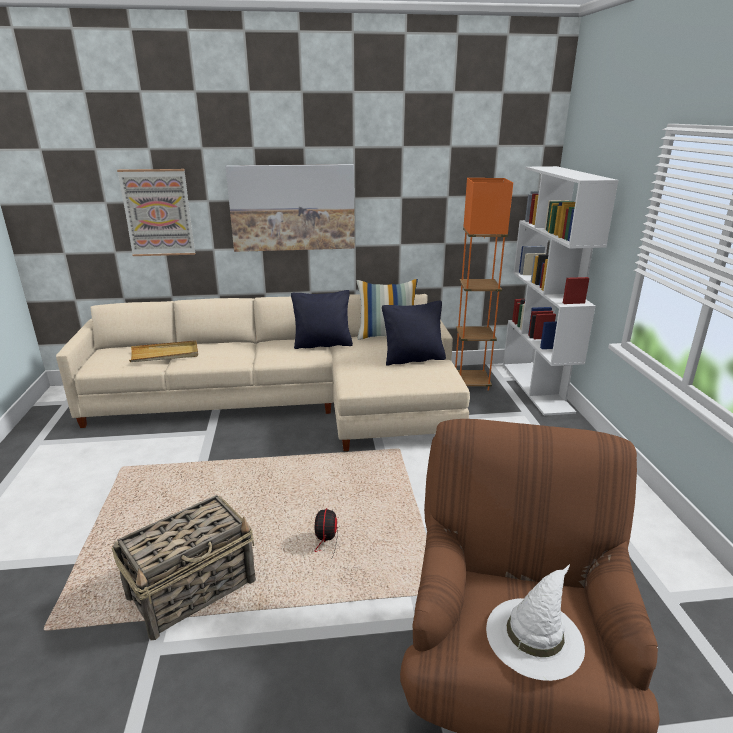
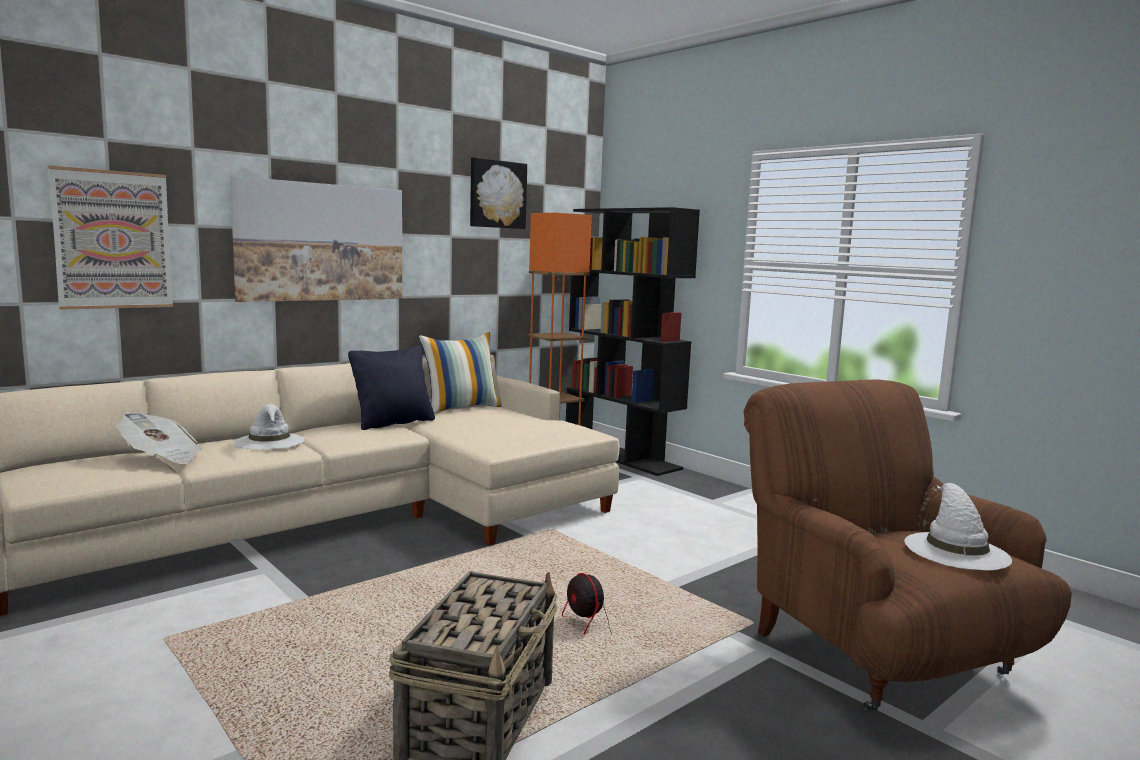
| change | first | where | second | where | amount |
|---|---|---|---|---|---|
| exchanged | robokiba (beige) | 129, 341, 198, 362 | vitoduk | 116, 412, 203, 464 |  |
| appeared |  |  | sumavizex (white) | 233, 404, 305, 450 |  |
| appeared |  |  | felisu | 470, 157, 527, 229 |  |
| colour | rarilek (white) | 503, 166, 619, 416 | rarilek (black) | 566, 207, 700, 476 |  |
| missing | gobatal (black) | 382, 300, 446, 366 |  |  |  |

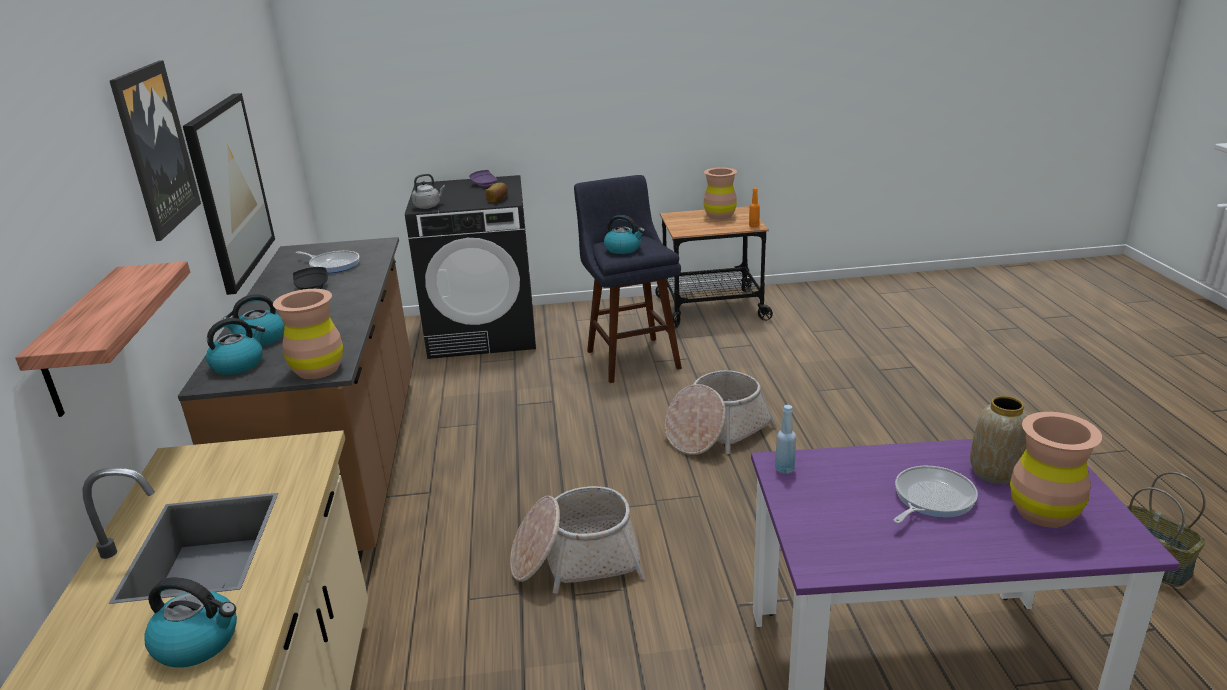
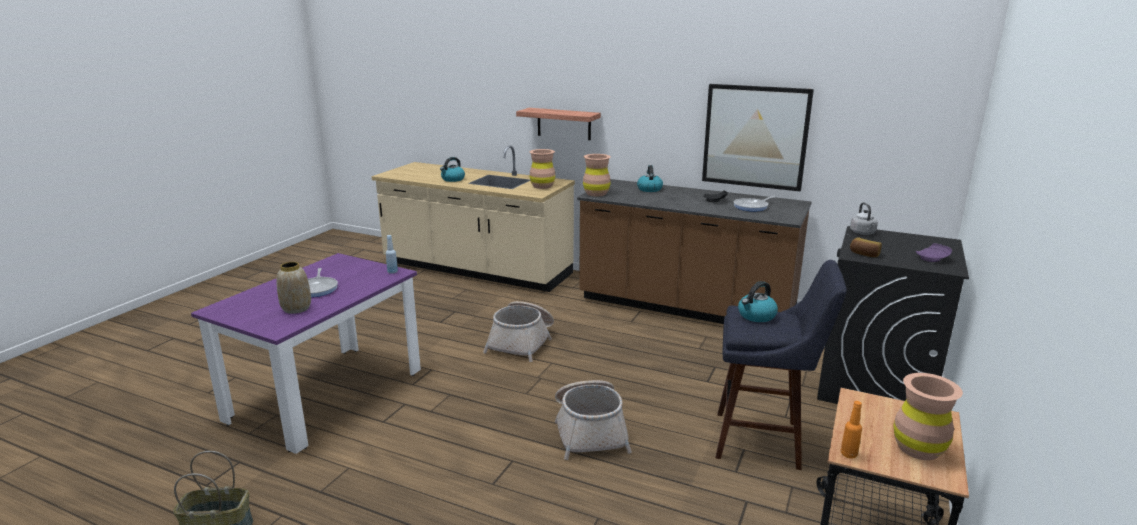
| change | first | where | second | where | amount |
|---|---|---|---|---|---|
| relocated | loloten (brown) | 1010, 412, 1102, 528 |  | 529, 149, 555, 189 |  |
| missing | felisu | 110, 60, 201, 241 |  |  |  |
| missing | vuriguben | 206, 318, 265, 375 |  |  |  |

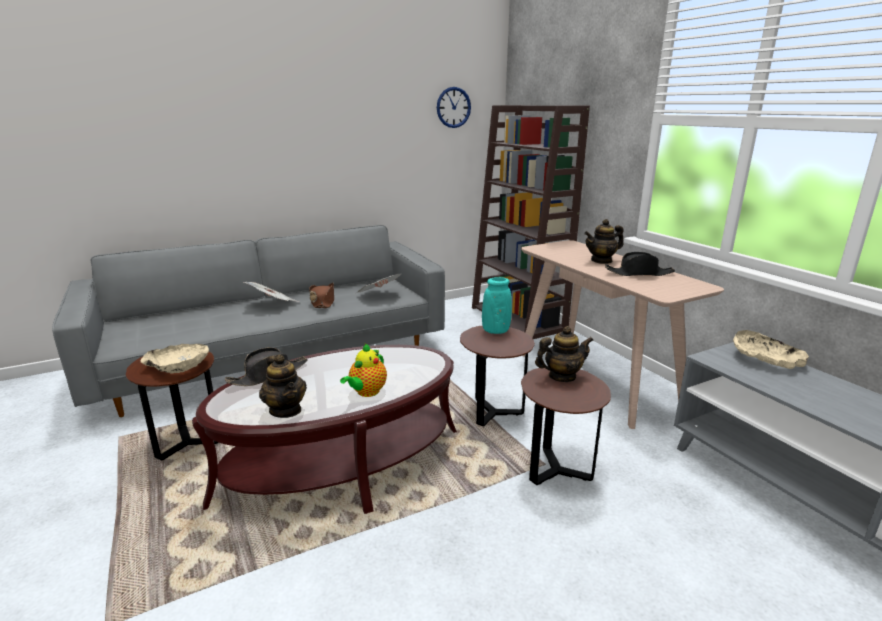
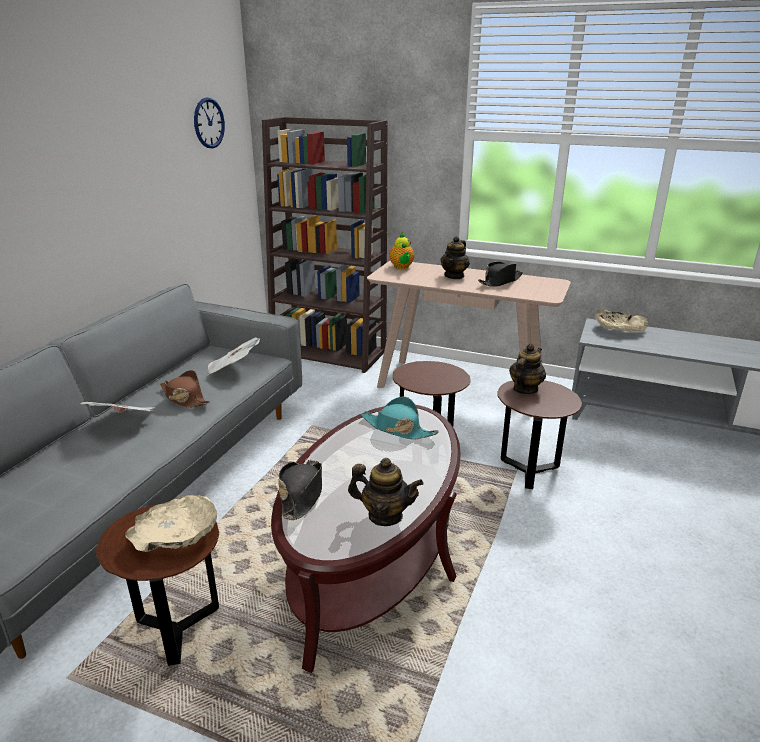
| change | first | where | second | where | amount |
|---|---|---|---|---|---|
| appeared |  |  | sumavizex (turquoise) | 361, 396, 439, 440 |  |
| relocated | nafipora | 340, 344, 387, 397 |  | 389, 232, 414, 269 |  |
| missing | loloten (turquoise) | 482, 277, 512, 334 |  |  |  |

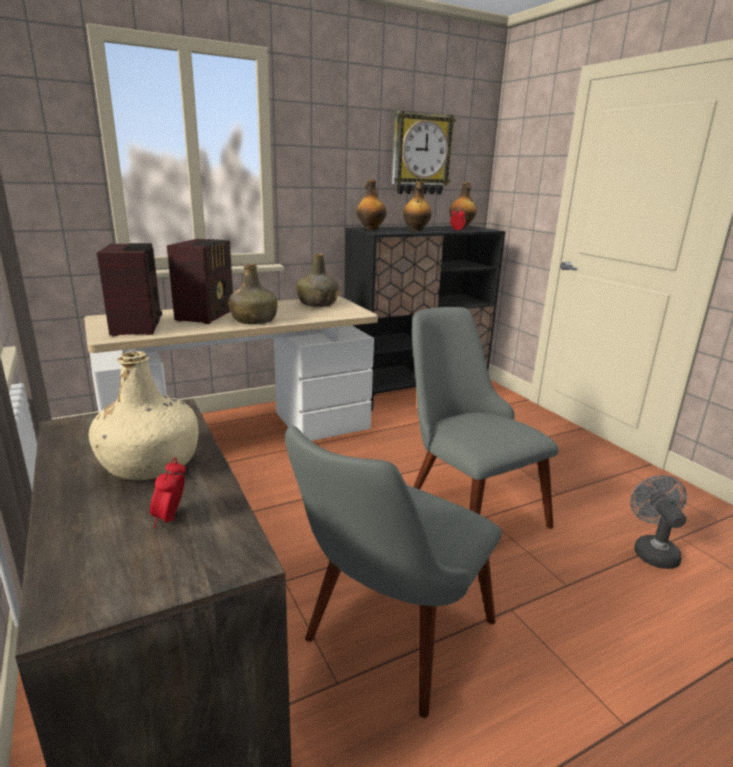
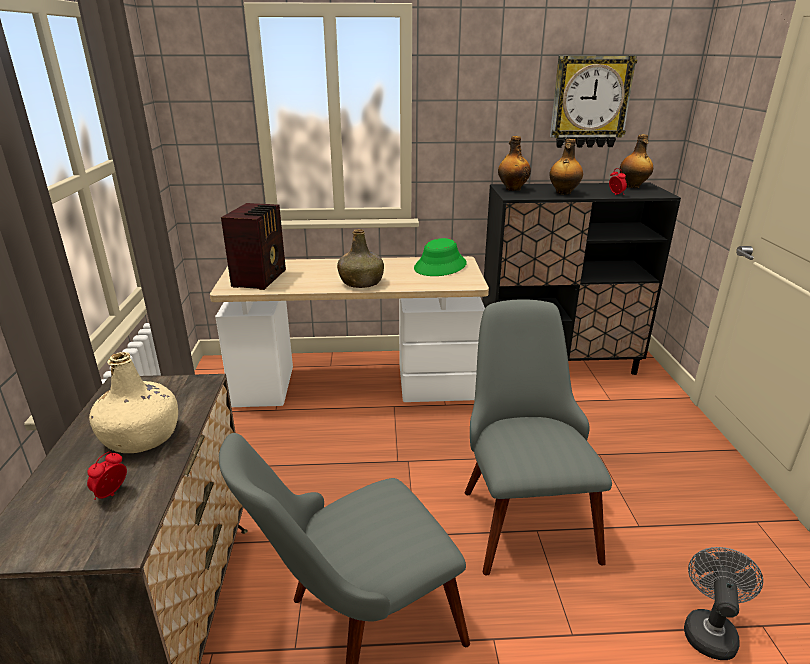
| change | first | where | second | where | amount |
|---|---|---|---|---|---|
| exchanged | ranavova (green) | 297, 254, 339, 307 | sumavizex (green) | 414, 238, 467, 276 |  |
| missing | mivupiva | 167, 239, 233, 324 |  |  |  |

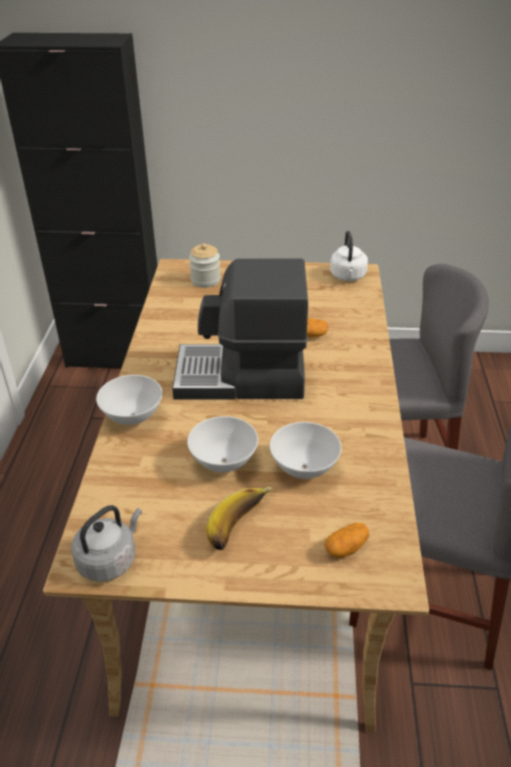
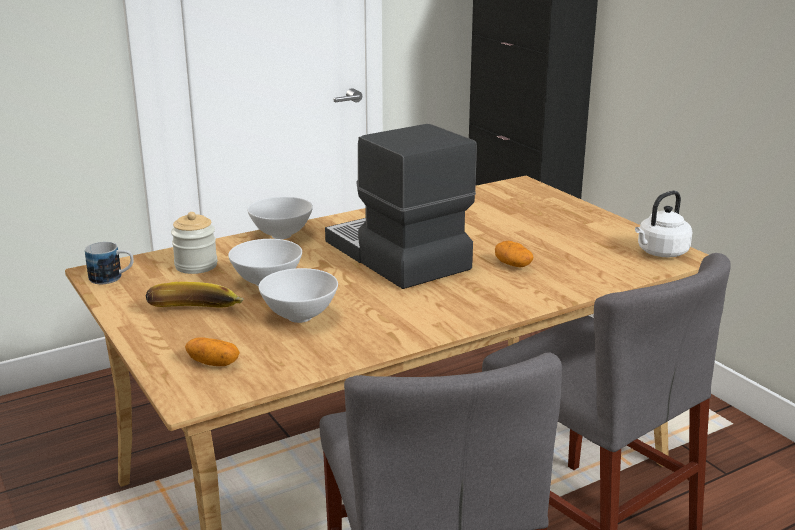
| change | first | where | second | where | amount |
|---|---|---|---|---|---|
| exchanged | vuriguben (grey) | 71, 505, 142, 582 | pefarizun | 85, 242, 134, 284 |  |
| relocated | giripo | 189, 243, 221, 288 |  | 171, 212, 217, 274 |  |

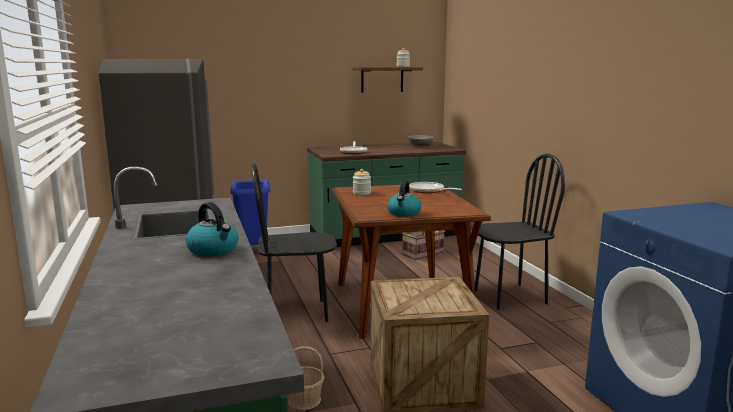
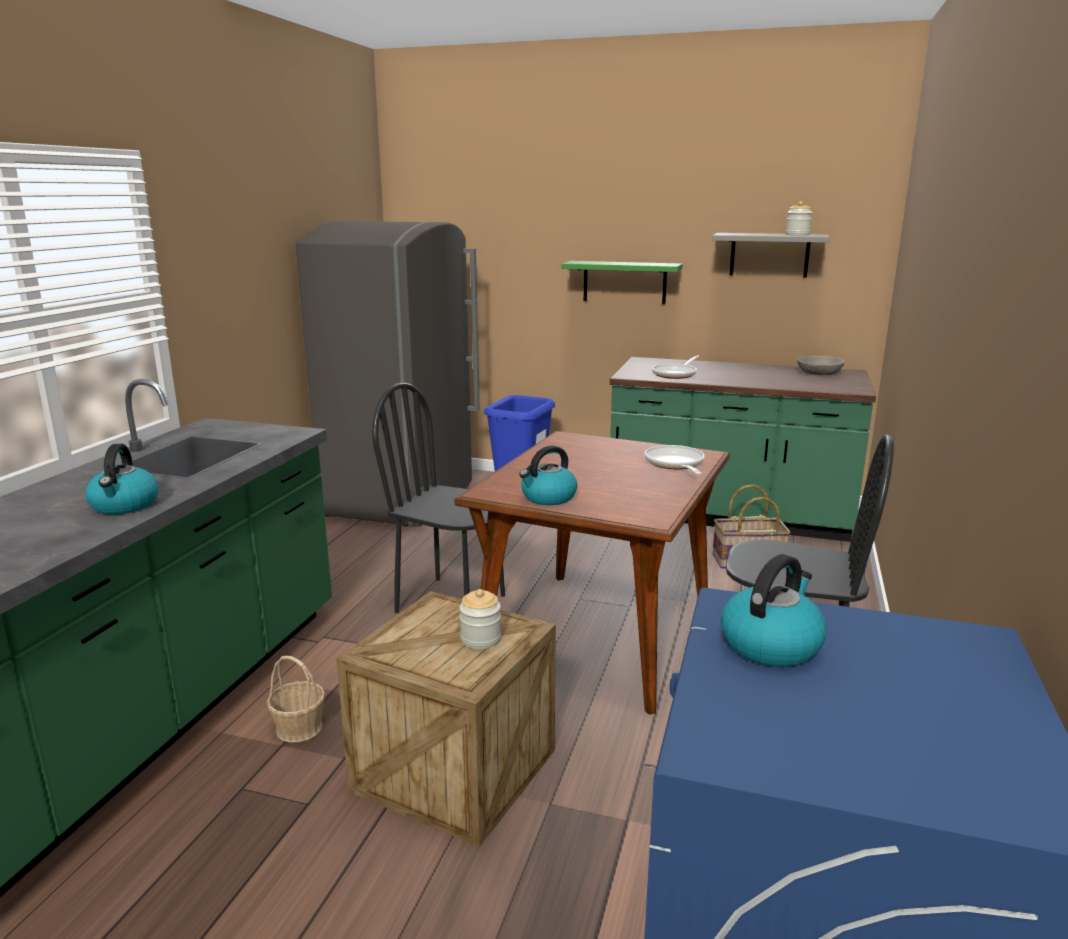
| change | first | where | second | where | amount |
|---|---|---|---|---|---|
| relocated | giripo | 353, 169, 371, 195 |  | 459, 589, 501, 649 |  |
| appeared |  |  | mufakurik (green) | 561, 261, 683, 304 |  |
| colour | mufakurik (brown) | 352, 67, 423, 92 | mufakurik (grey) | 712, 233, 830, 278 |  |
| appeared |  |  | vuriguben | 721, 554, 827, 667 |  |

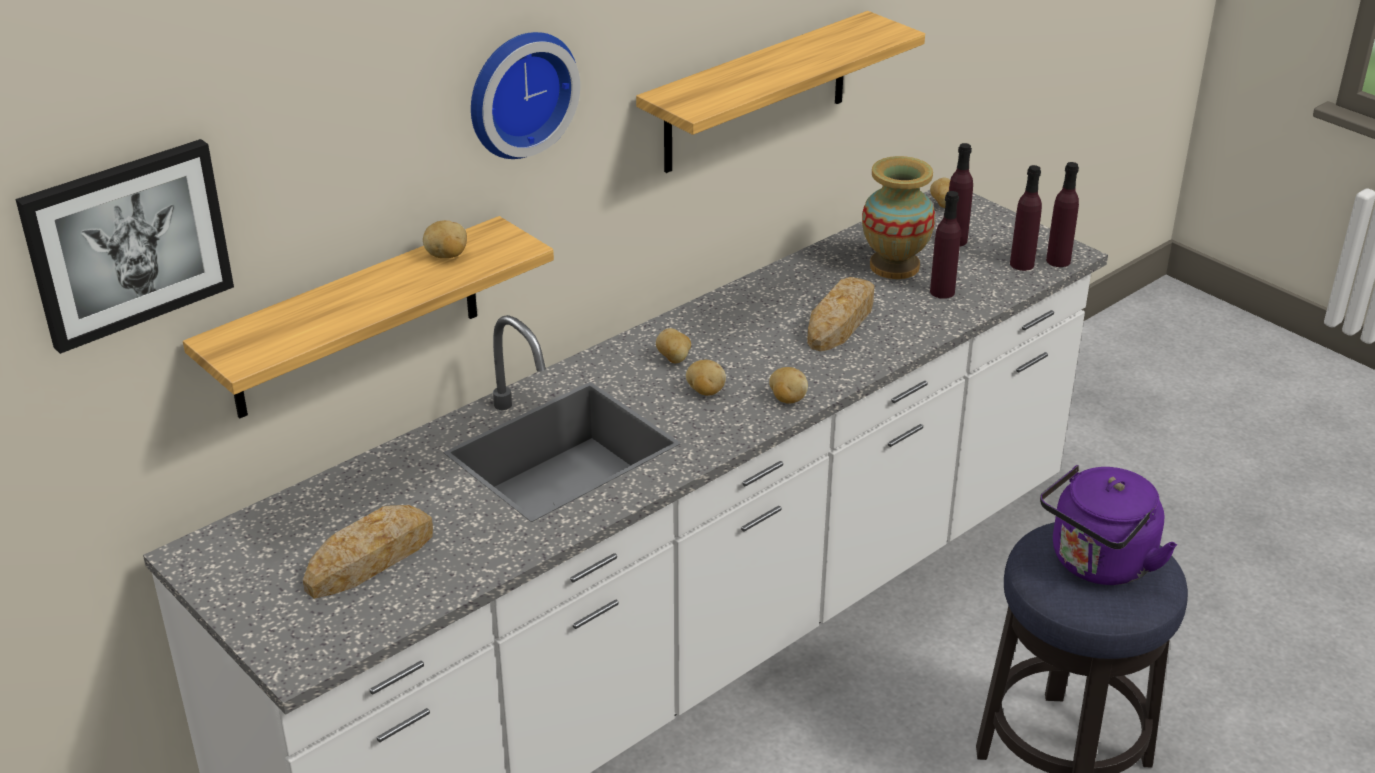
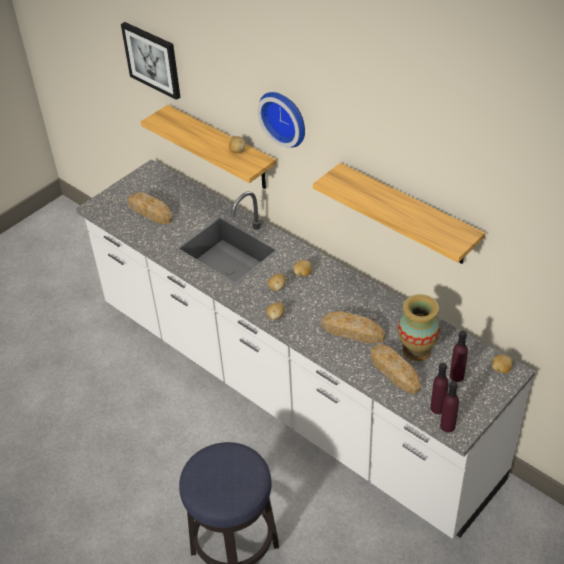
| change | first | where | second | where | amount |
|---|---|---|---|---|---|
| exchanged | ranavova (purple) | 930, 191, 961, 299 | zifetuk | 370, 344, 421, 394 |  |
| missing | vuriguben (purple) | 1040, 465, 1177, 585 |  |  |  |

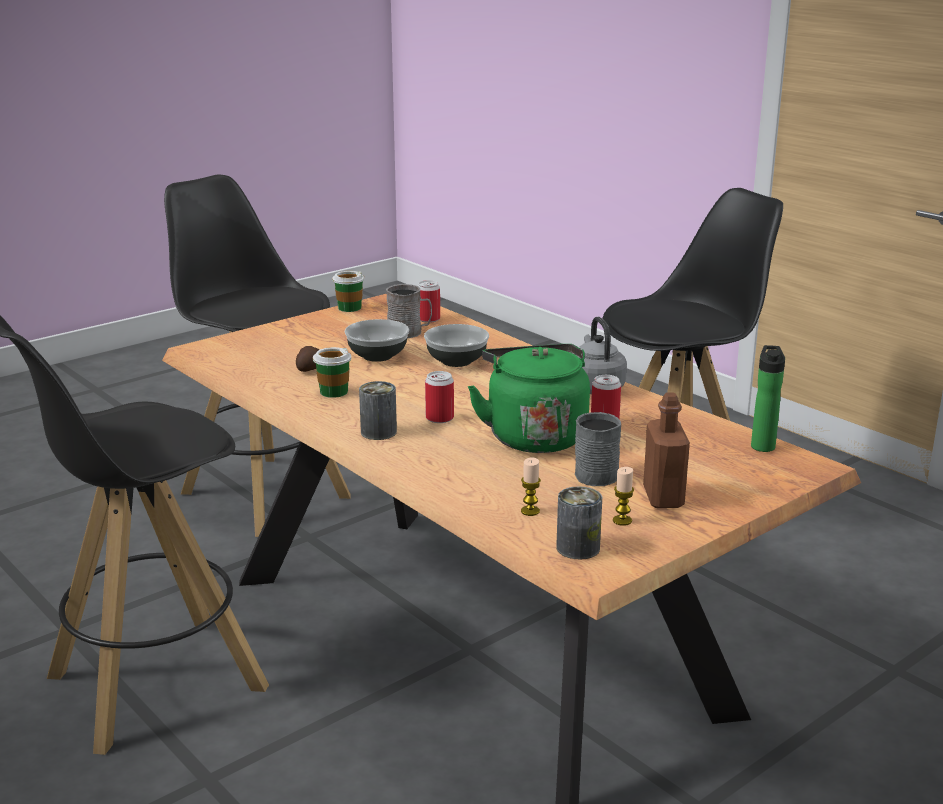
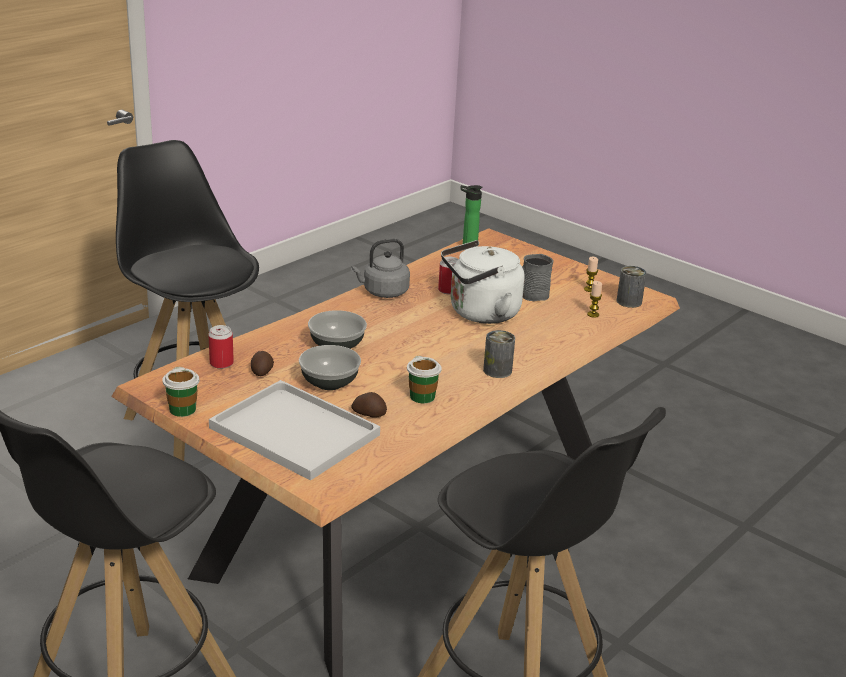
| change | first | where | second | where | amount |
|---|---|---|---|---|---|
| appeared |  |  | robokiba (white) | 209, 380, 380, 481 |  |
| exchanged | pefarizun (grey) | 386, 284, 432, 338 | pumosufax | 251, 351, 274, 376 |  |
| colour | vuriguben (green) | 468, 344, 590, 453 | vuriguben (white) | 441, 240, 525, 324 |  |
| missing | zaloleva | 425, 371, 454, 423 |  |  |  |
| missing | ranavova (brown) | 643, 392, 690, 508 |  |  |  |

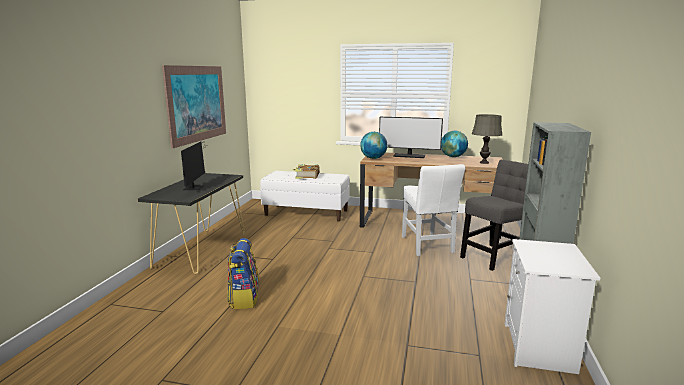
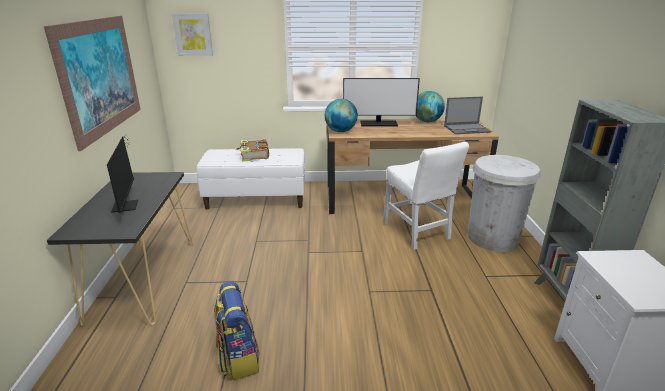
| change | first | where | second | where | amount |
|---|---|---|---|---|---|
| appeared |  |  | felisu | 172, 13, 213, 56 |  |
| exchanged | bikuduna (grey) | 472, 114, 502, 164 | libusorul | 444, 97, 491, 134 |  |
| exchanged | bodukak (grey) | 460, 160, 528, 271 | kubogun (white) | 468, 155, 541, 252 |  |

